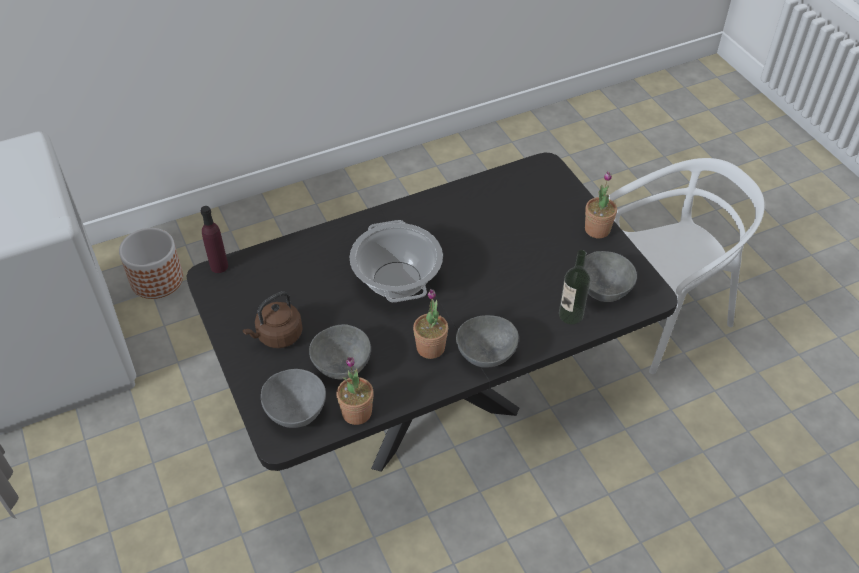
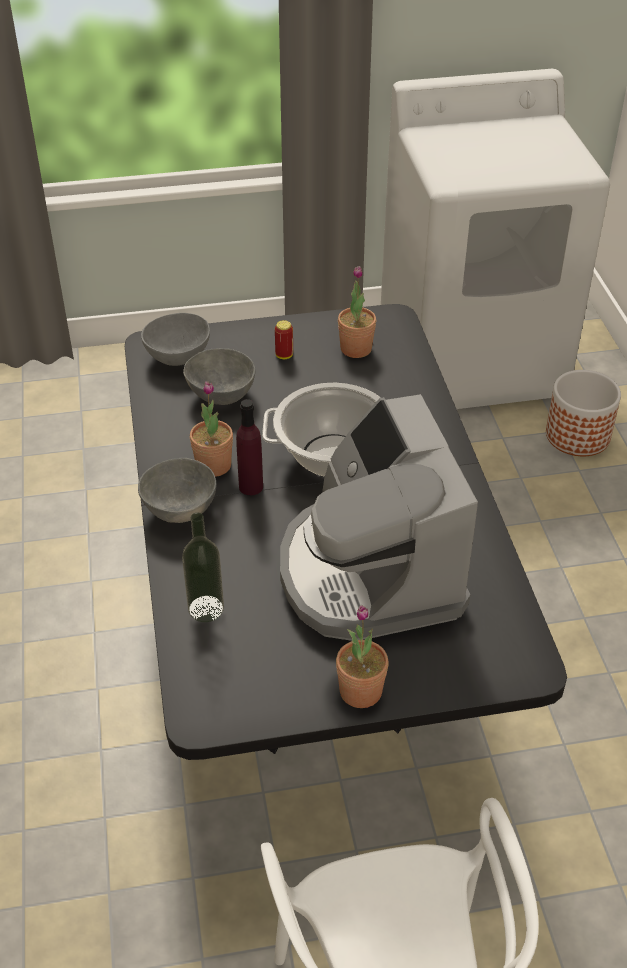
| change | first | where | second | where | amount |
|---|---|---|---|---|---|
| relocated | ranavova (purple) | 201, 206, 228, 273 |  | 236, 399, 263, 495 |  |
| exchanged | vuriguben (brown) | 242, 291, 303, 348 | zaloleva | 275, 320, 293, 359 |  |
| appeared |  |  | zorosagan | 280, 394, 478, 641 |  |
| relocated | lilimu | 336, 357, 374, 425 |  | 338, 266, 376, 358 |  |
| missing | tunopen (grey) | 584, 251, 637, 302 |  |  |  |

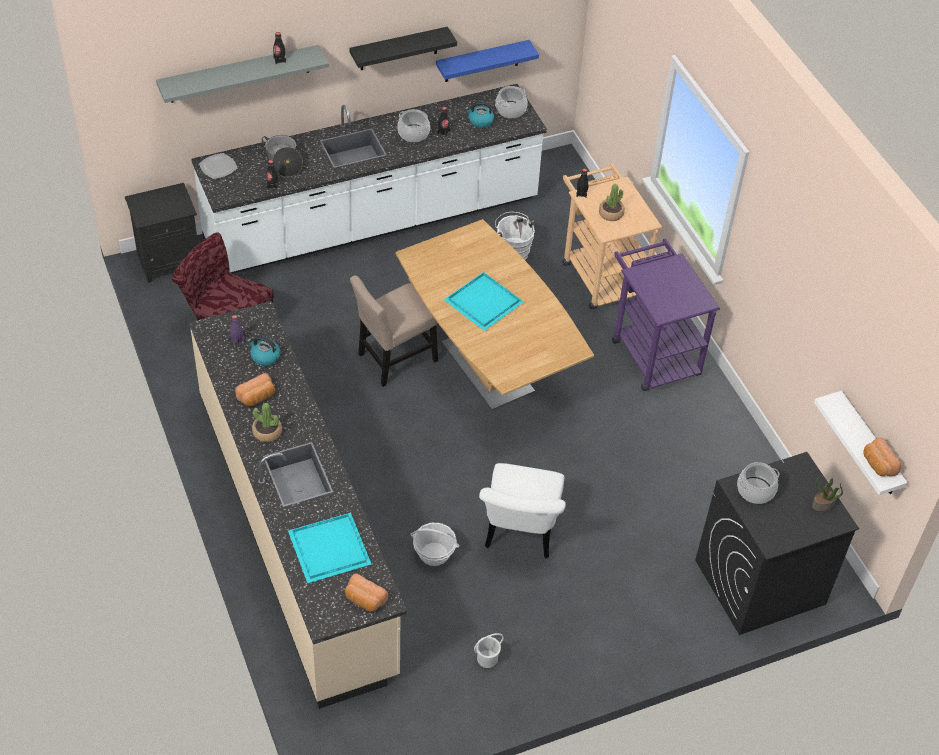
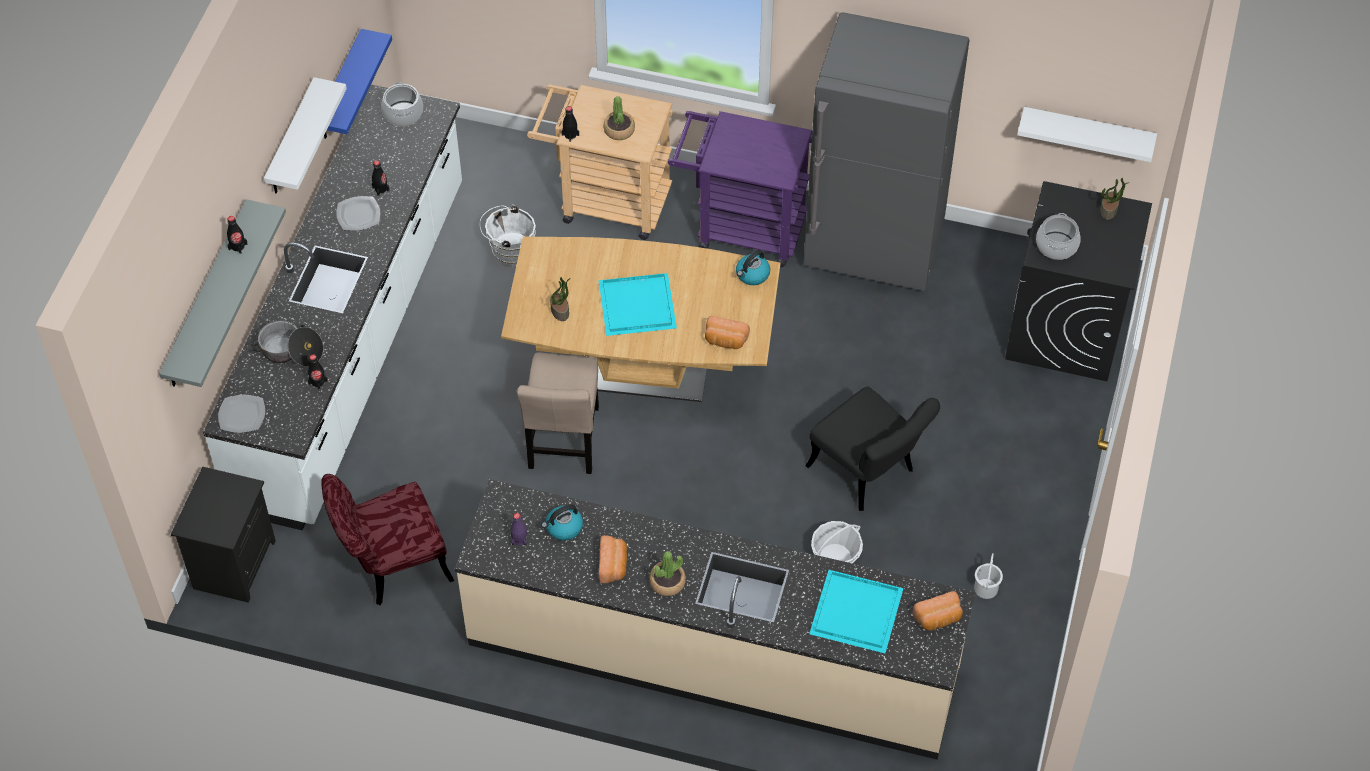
| change | first | where | second | where | amount |
|---|---|---|---|---|---|
| colour | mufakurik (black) | 349, 27, 457, 70 | mufakurik (white) | 264, 77, 347, 193 |  |
| exchanged | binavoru | 397, 109, 430, 142 | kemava | 336, 196, 380, 231 |  |
| appeared |  |  | lilimu | 550, 277, 571, 321 |  |
| relocated | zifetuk | 863, 437, 902, 476 |  | 705, 316, 750, 349 |  |
| relocated | vuriguben | 465, 101, 494, 128 |  | 736, 250, 770, 285 |  |
| appeared |  |  | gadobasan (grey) | 803, 12, 970, 291 |  |
| colour | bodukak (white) | 479, 463, 566, 558 | bodukak (black) | 805, 386, 940, 511 |  |

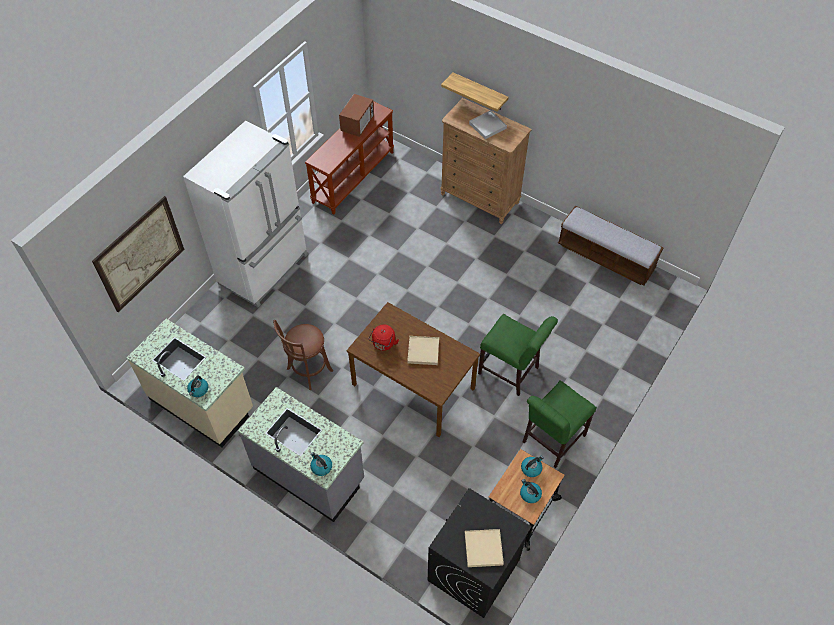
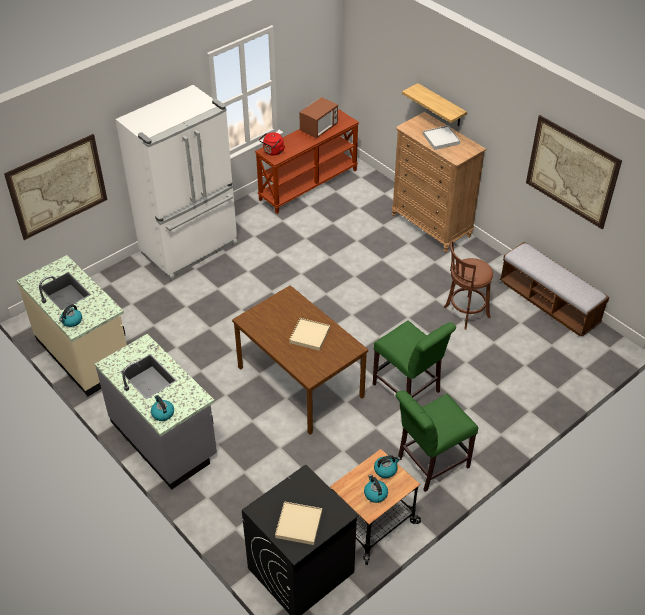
| change | first | where | second | where | amount |
|---|---|---|---|---|---|
| relocated | vuriguben (red) | 369, 324, 399, 351 |  | 259, 132, 285, 156 |  |
| relocated | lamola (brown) | 273, 320, 333, 390 |  | 444, 241, 493, 330 |  |
| appeared |  |  | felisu | 526, 115, 622, 229 |  |

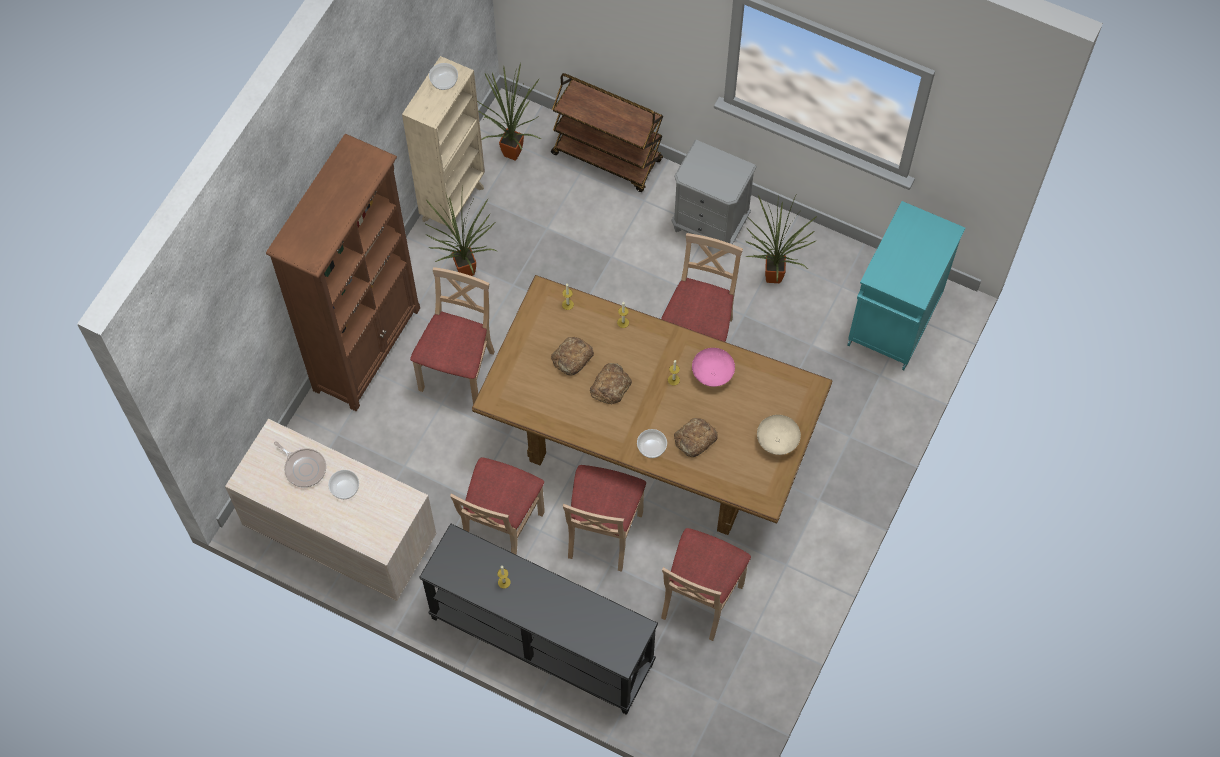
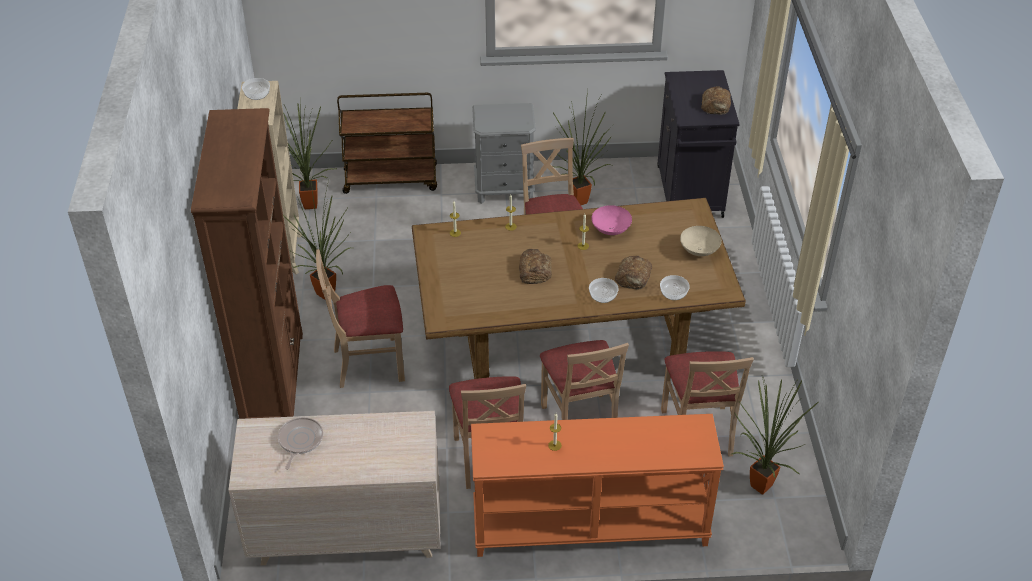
| change | first | where | second | where | amount |
|---|---|---|---|---|---|
| spun | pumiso | 274, 441, 326, 487 |  | 278, 417, 323, 470 | 90 degrees counterclockwise |
| spun | bodukak (beige) | 410, 267, 495, 404 |  | 316, 249, 405, 388 | 90 degrees counterclockwise |
| colour | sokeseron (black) | 419, 523, 658, 715 | sokeseron (orange) | 471, 414, 724, 557 |  |
| colour | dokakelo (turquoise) | 847, 201, 965, 370 | dokakelo (black) | 657, 70, 740, 218 |  |
| relocated | tunopen | 328, 470, 359, 499 |  | 660, 275, 690, 300 |  |
| relocated | zifetuk | 551, 337, 594, 376 |  | 701, 86, 731, 115 |  |
| appeared |  |  | lilimu | 730, 377, 818, 495 |  |

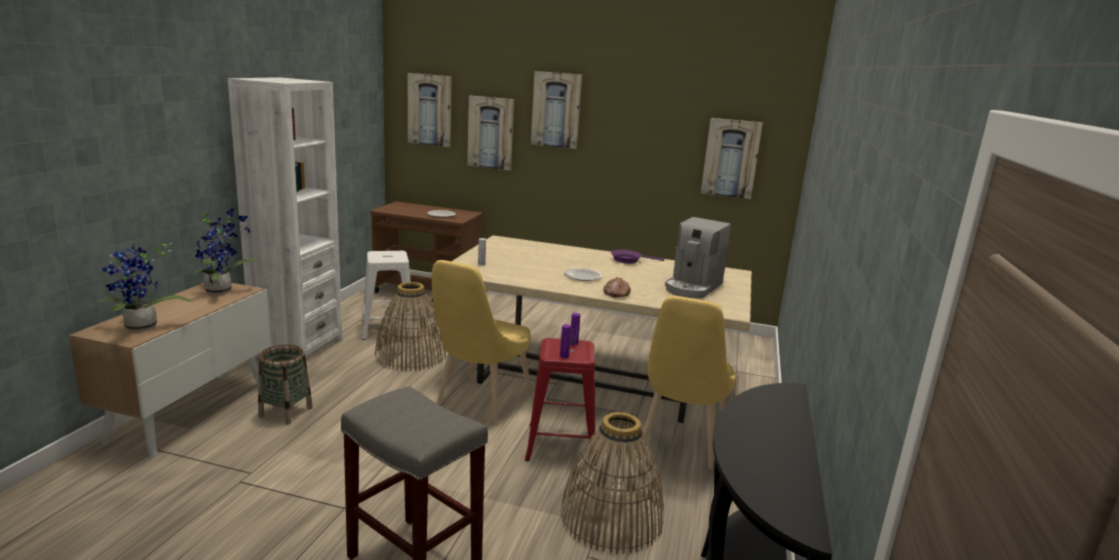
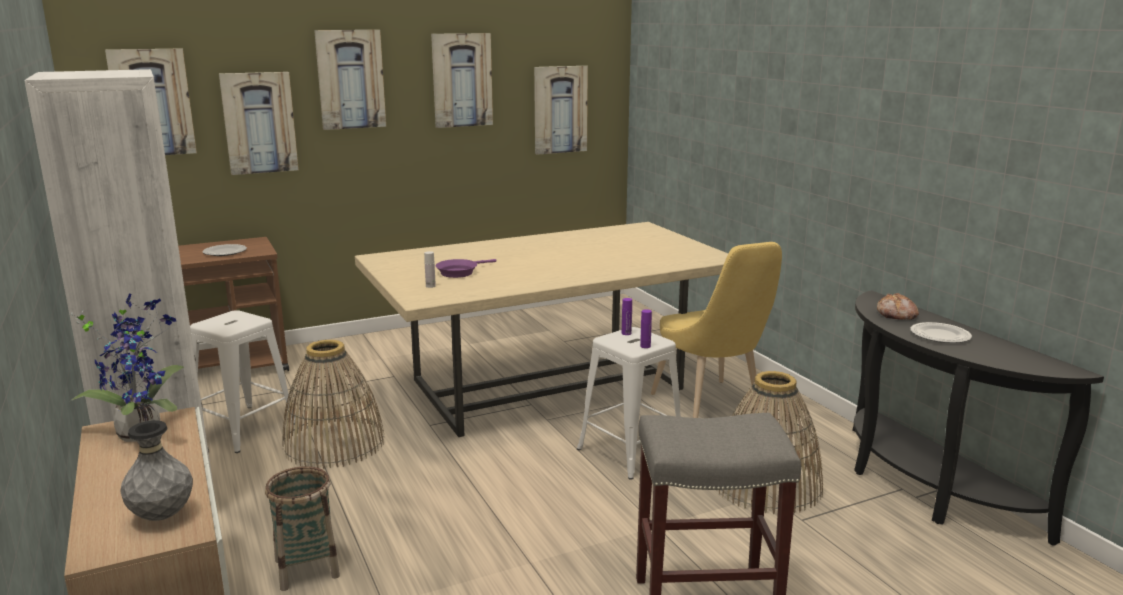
| change | first | where | second | where | amount |
|---|---|---|---|---|---|
| exchanged | lilimu | 97, 243, 191, 331 | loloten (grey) | 120, 420, 193, 521 |  |
| appeared |  |  | felisu | 431, 33, 493, 128 |  |
| relocated | pumiso (purple) | 611, 250, 664, 264 |  | 435, 259, 496, 278 |  |
| colour | lamola (red) | 525, 338, 596, 466 | lamola (white) | 577, 327, 681, 480 |  |
| relocated | zifetuk | 603, 277, 631, 297 |  | 877, 293, 919, 320 |  |
| relocated | kemava | 564, 268, 602, 281 |  | 910, 322, 972, 343 |  |
| missing | bodukak (yellow) | 432, 260, 532, 425 |  |  |  |
| missing | zorosagan | 665, 217, 731, 298 |  |  |  |

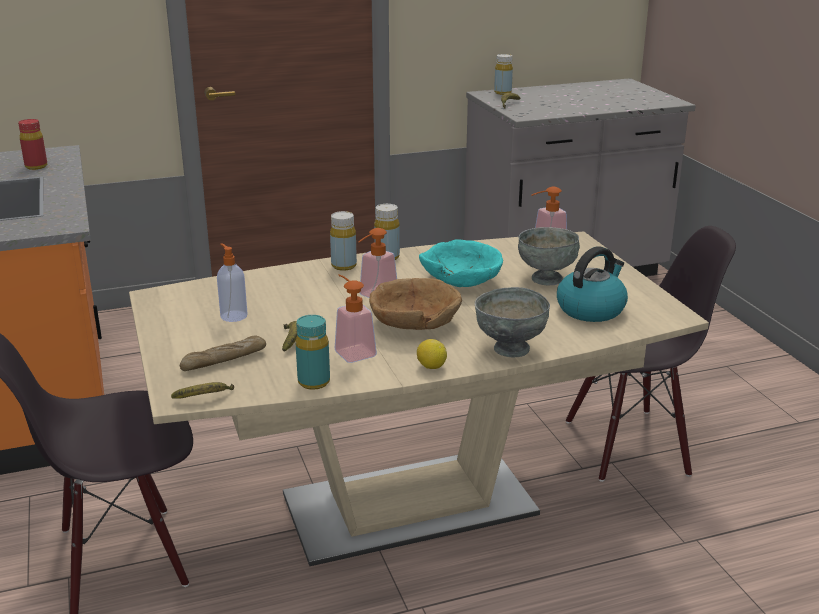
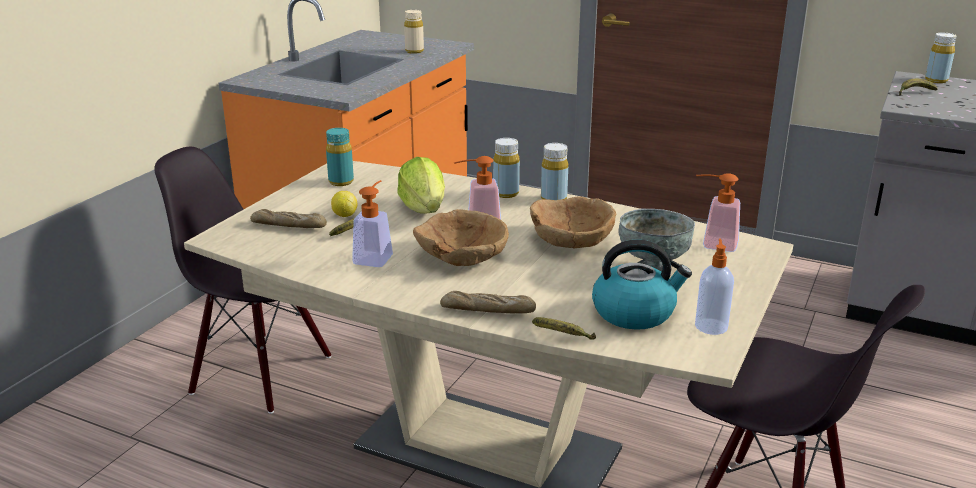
| change | first | where | second | where | amount |
|---|---|---|---|---|---|
| relocated | ranavova (turquoise) | 296, 315, 330, 390 |  | 326, 128, 354, 186 |  |
| relocated | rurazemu | 417, 339, 447, 369 |  | 331, 191, 357, 217 |  |
| appeared |  |  | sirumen | 397, 157, 445, 214 |  |
| colour | ranavova (red) | 18, 119, 47, 170 | ranavova (beige) | 404, 10, 424, 54 |  |
| exchanged | tunopen (grey) | 475, 287, 550, 358 | zifetuk | 440, 291, 536, 313 |  |
| colour | tunopen (turquoise) | 419, 239, 503, 287 | tunopen (brown) | 530, 197, 616, 248 |  |
| relocated | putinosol | 171, 382, 234, 399 |  | 532, 317, 596, 340 |  |
| relocated | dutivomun | 217, 243, 248, 322 |  | 695, 238, 734, 335 |  |

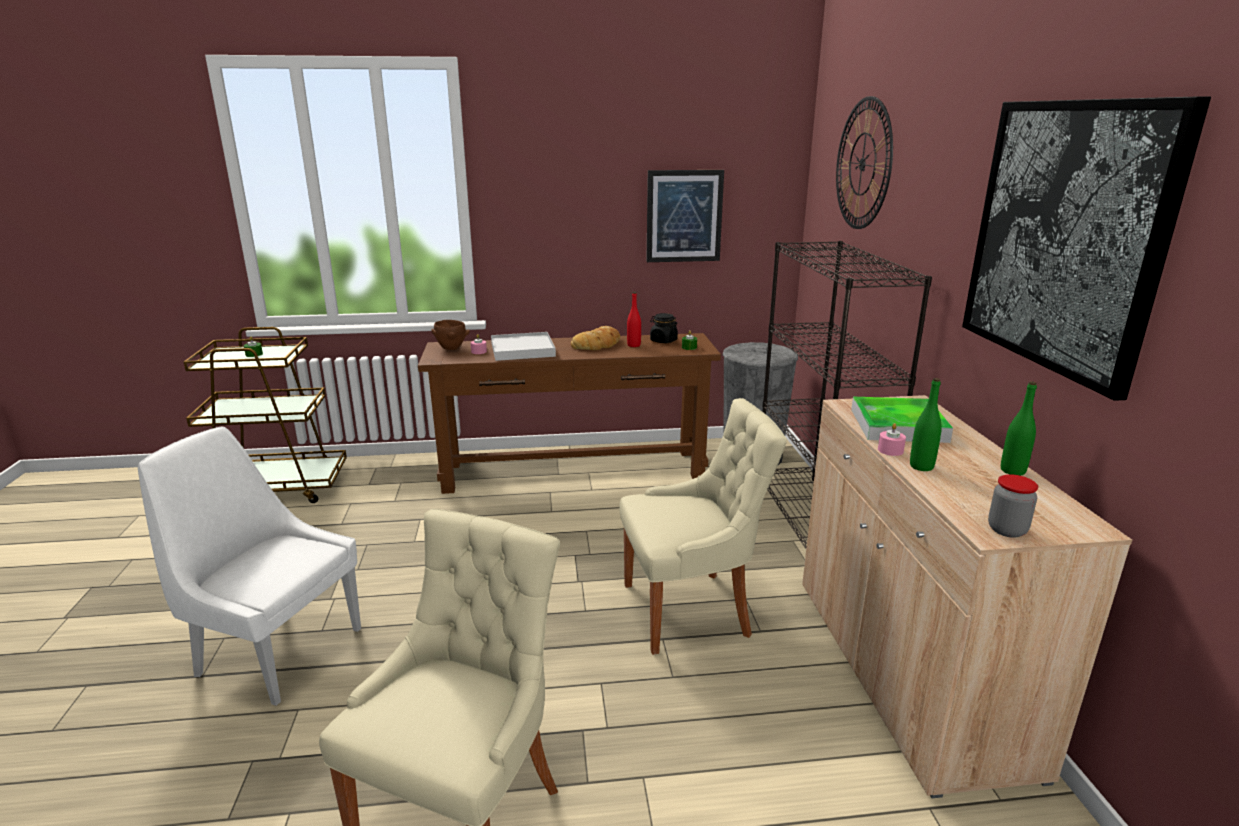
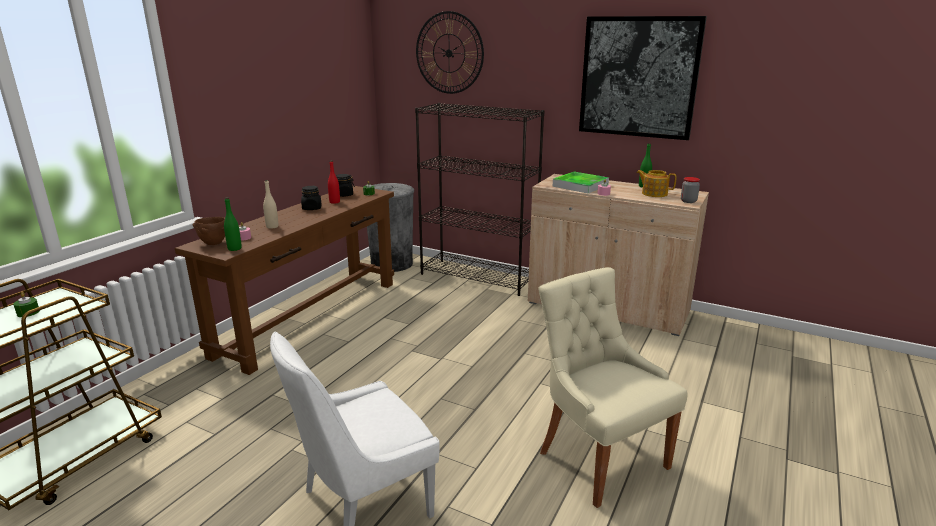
| change | first | where | second | where | amount |
|---|---|---|---|---|---|
| relocated | ranavova (green) | 910, 378, 942, 471 |  | 224, 197, 242, 251 |  |
| exchanged | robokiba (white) | 491, 332, 556, 361 | ranavova (beige) | 263, 180, 278, 229 |  |
| exchanged | zifetuk | 571, 326, 620, 350 | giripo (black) | 301, 186, 321, 210 |  |
| appeared |  |  | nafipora | 636, 170, 677, 197 |  |
| missing | bodukak (beige) | 620, 398, 787, 655 |  |  |  |
| missing | felisu | 646, 170, 724, 262 |  |  |  |

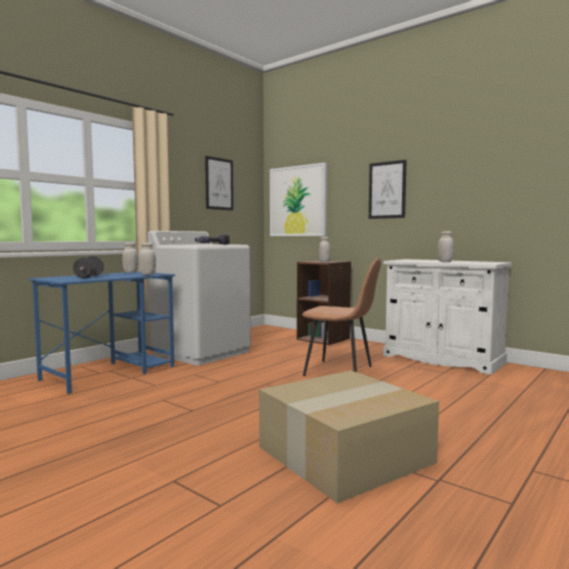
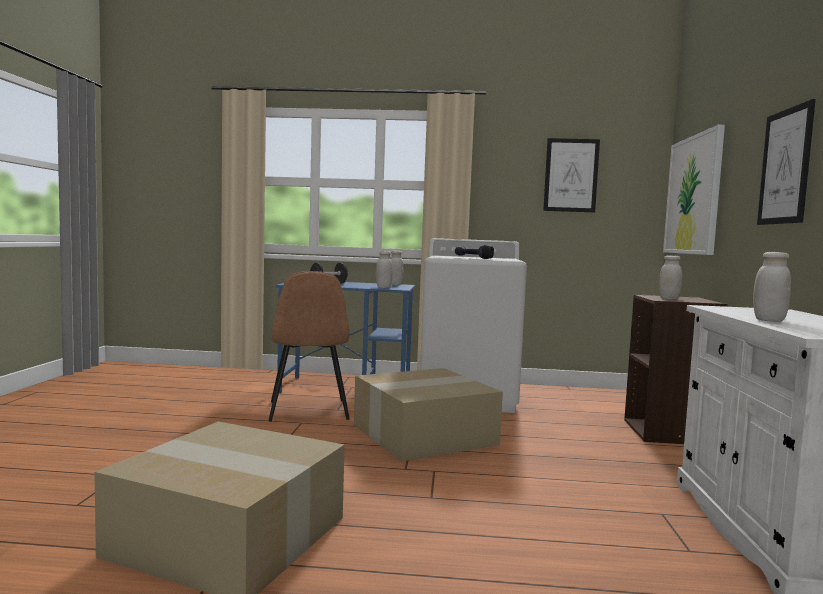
| change | first | where | second | where | amount |
|---|---|---|---|---|---|
| relocated | bodukak (brown) | 302, 258, 381, 376 |  | 269, 271, 350, 422 |  |
| appeared |  |  | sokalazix | 354, 368, 503, 462 |  |

